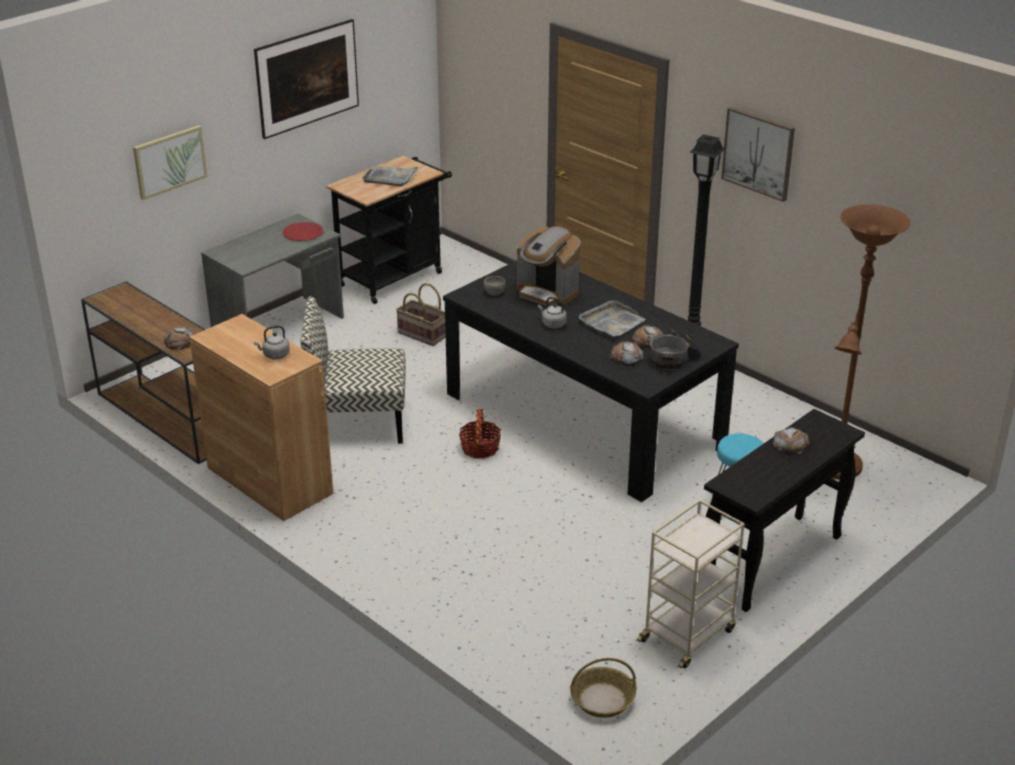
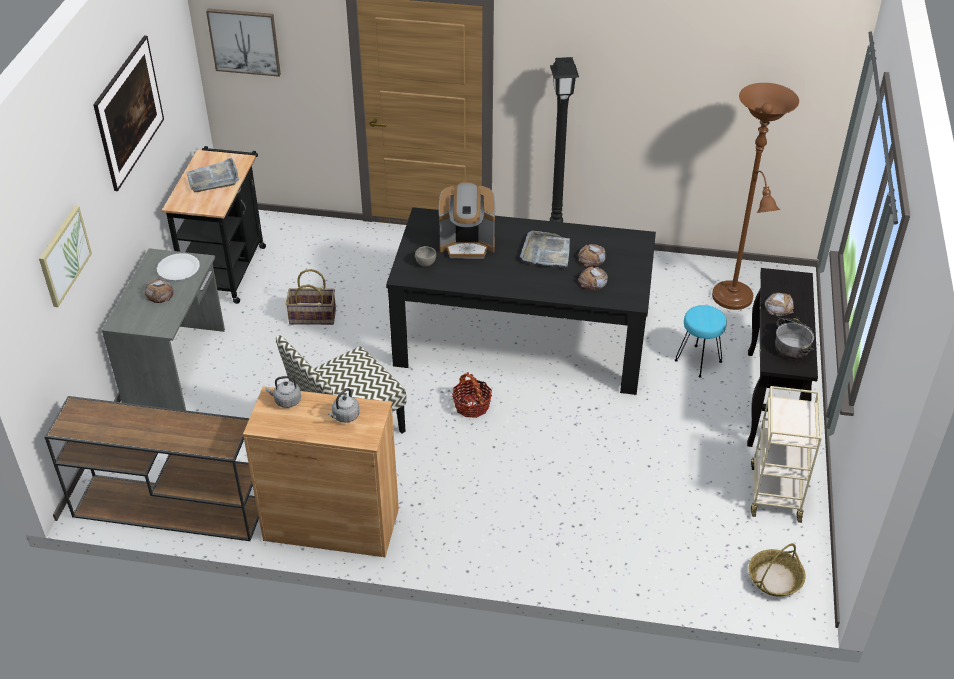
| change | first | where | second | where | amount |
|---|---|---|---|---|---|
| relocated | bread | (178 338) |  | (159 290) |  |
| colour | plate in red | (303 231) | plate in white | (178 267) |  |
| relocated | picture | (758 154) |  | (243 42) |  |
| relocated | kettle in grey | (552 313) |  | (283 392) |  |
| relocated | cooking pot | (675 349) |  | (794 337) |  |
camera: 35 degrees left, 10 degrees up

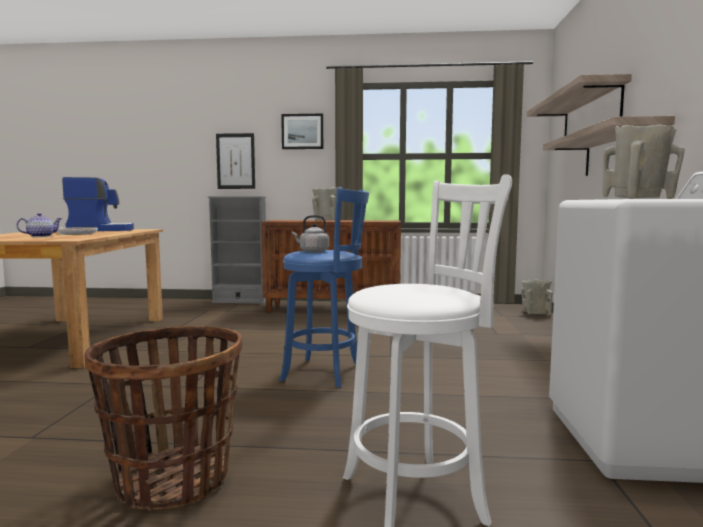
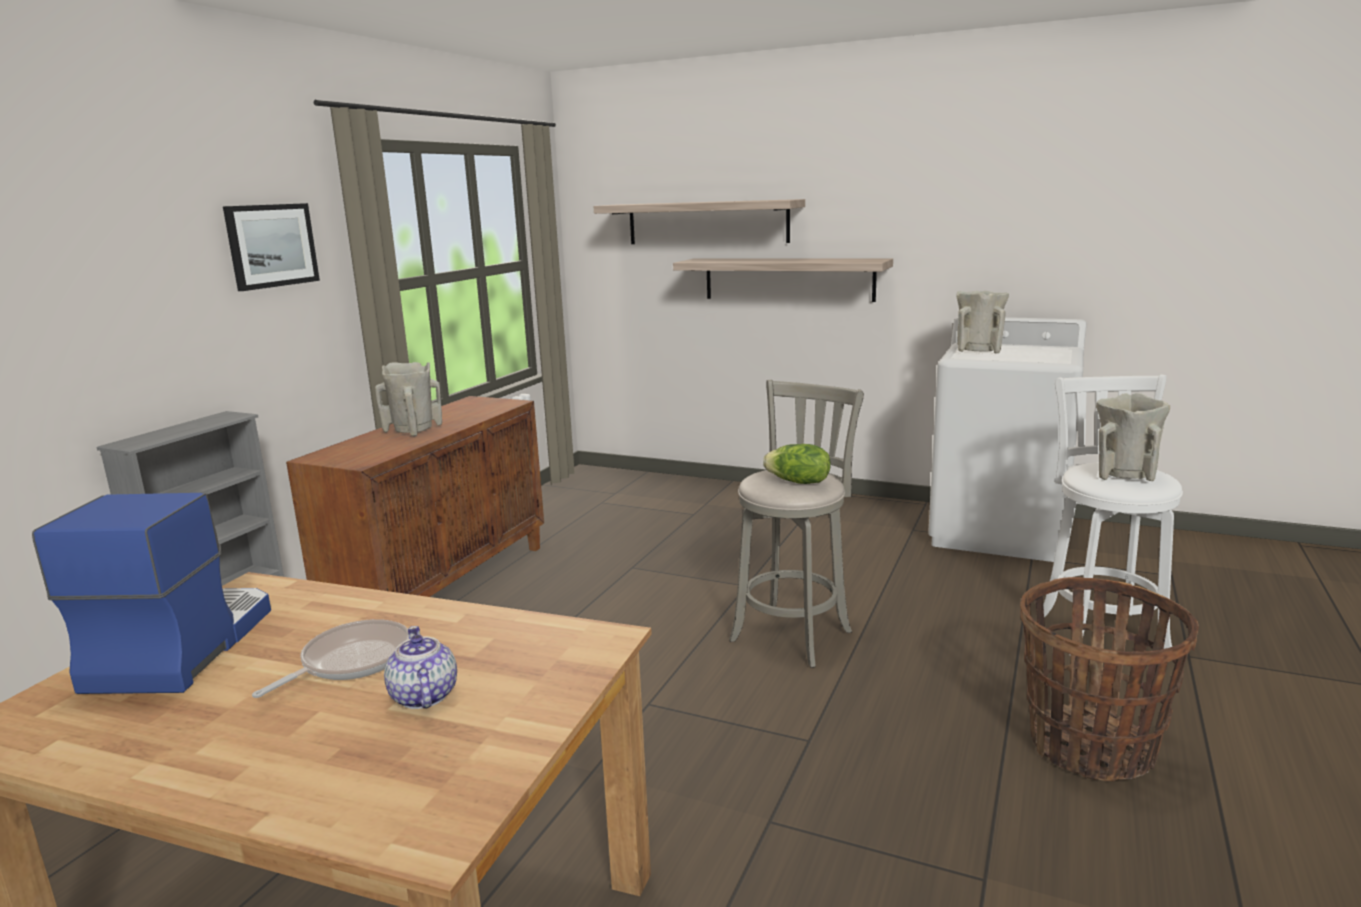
| change | first | where | second | where | amount |
|---|---|---|---|---|---|
| colour | stool in blue | (324 287) | stool in grey | (796 524) |  |
| exchanged | kettle in grey | (310 234) | lettuce | (797 464) |  |
| relocated | vase in beige | (537 297) |  | (1133 437) |  |
| missing | picture | (235 161) |  |  |  |
camera: 70 degrees left, 10 degrees up

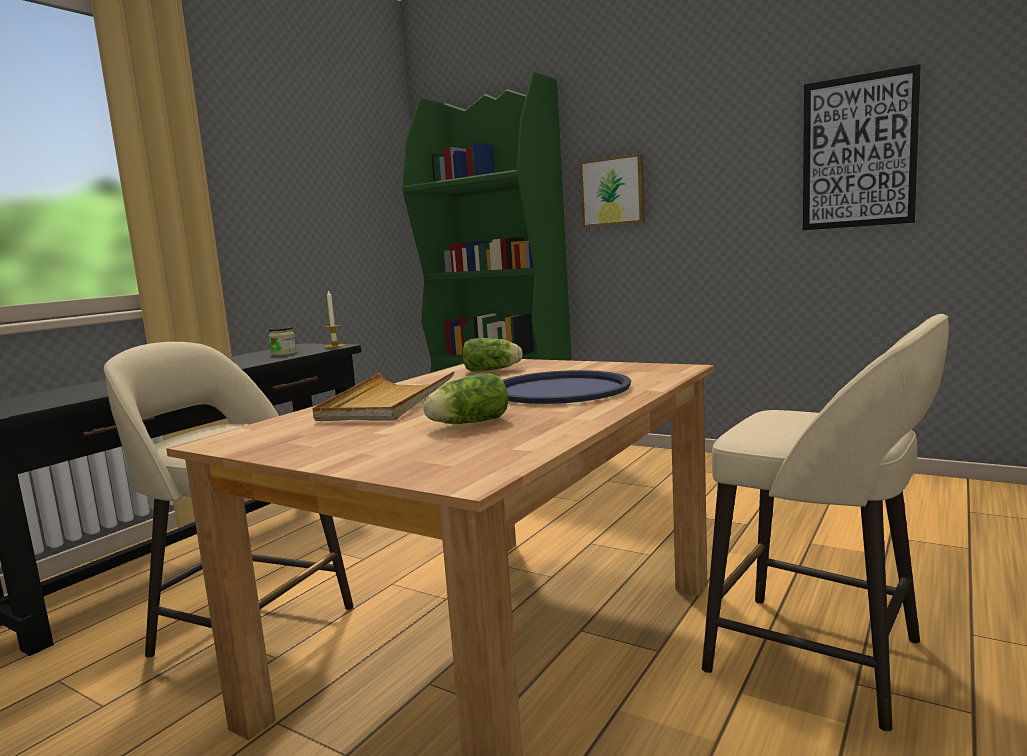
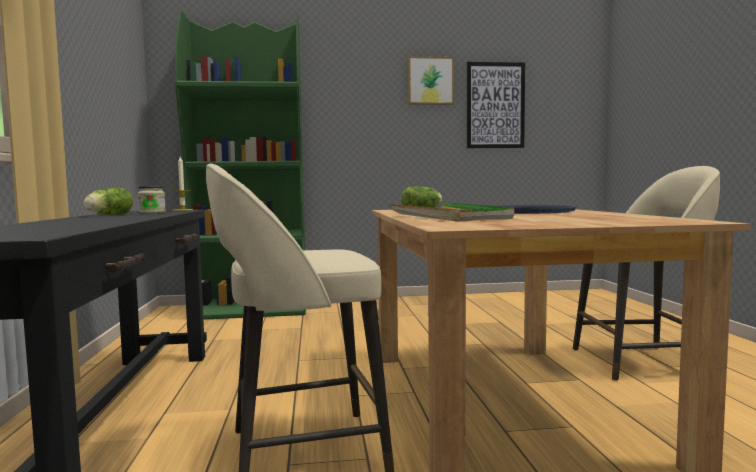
| change | first | where | second | where | amount |
|---|---|---|---|---|---|
| relocated | lettuce | (465 398) |  | (108 201) |  |
| colour | tray in beige | (383 396) | tray in green | (451 211) |  |
| relocated | picture | (612 190) |  | (431 80) |  |
camera: 40 degrees left, 5 degrees down

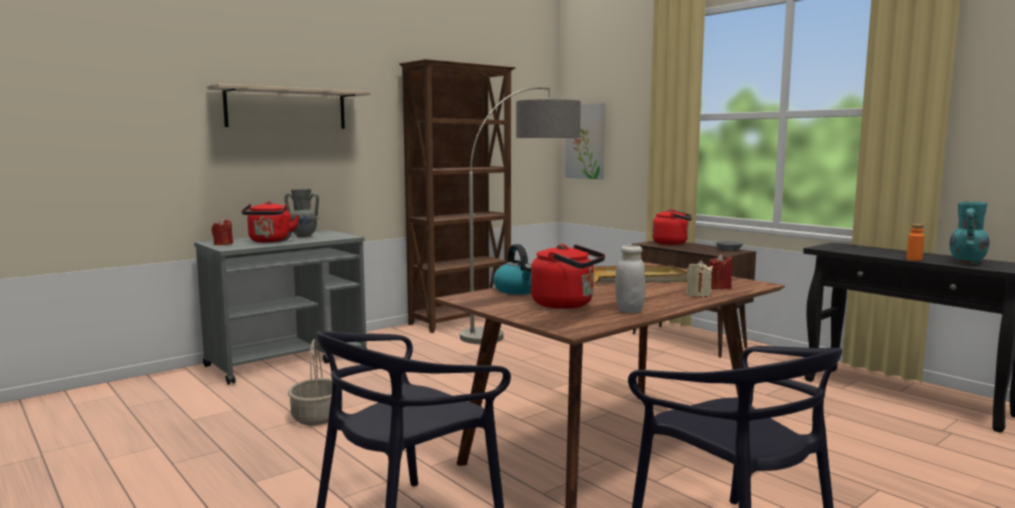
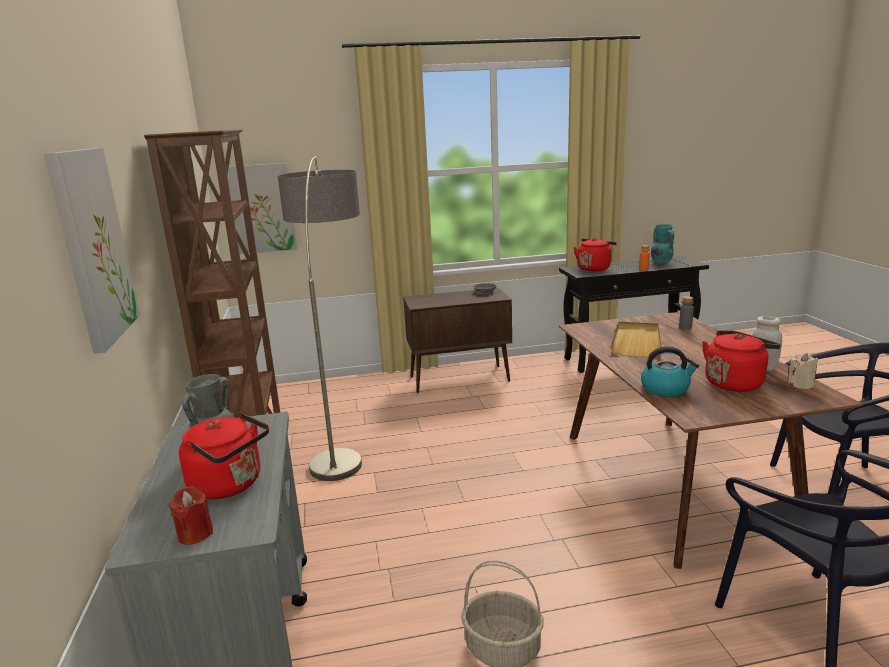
| change | first | where | second | where | amount |
|---|---|---|---|---|---|
| exchanged | shelf | (288 106) | picture | (92 251) |  |
| relocated | kettle in red | (672 227) |  | (595 255) |  |
| exchanged | candle in red | (720 271) | bottle in grey | (686 313) |  |
| relocated | candle in beige | (699 278) |  | (803 371) |  |
camera: 60 degrees left, 10 degrees up

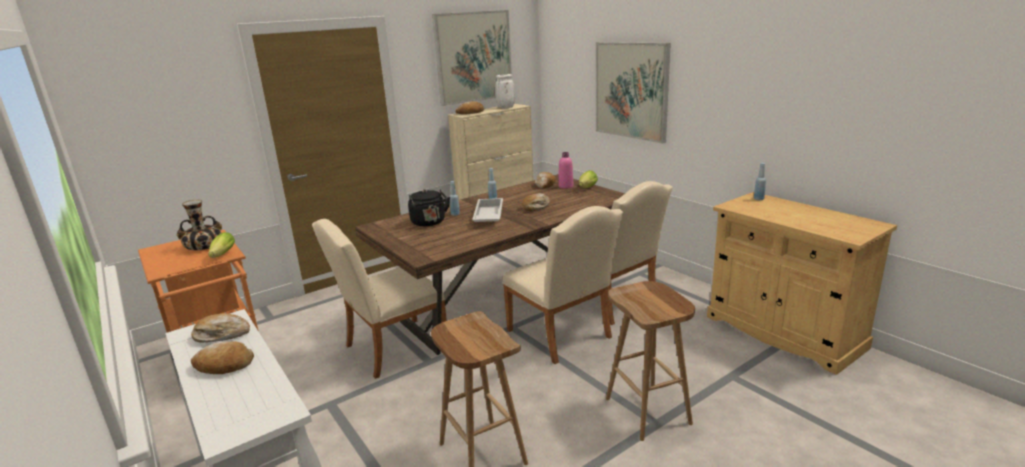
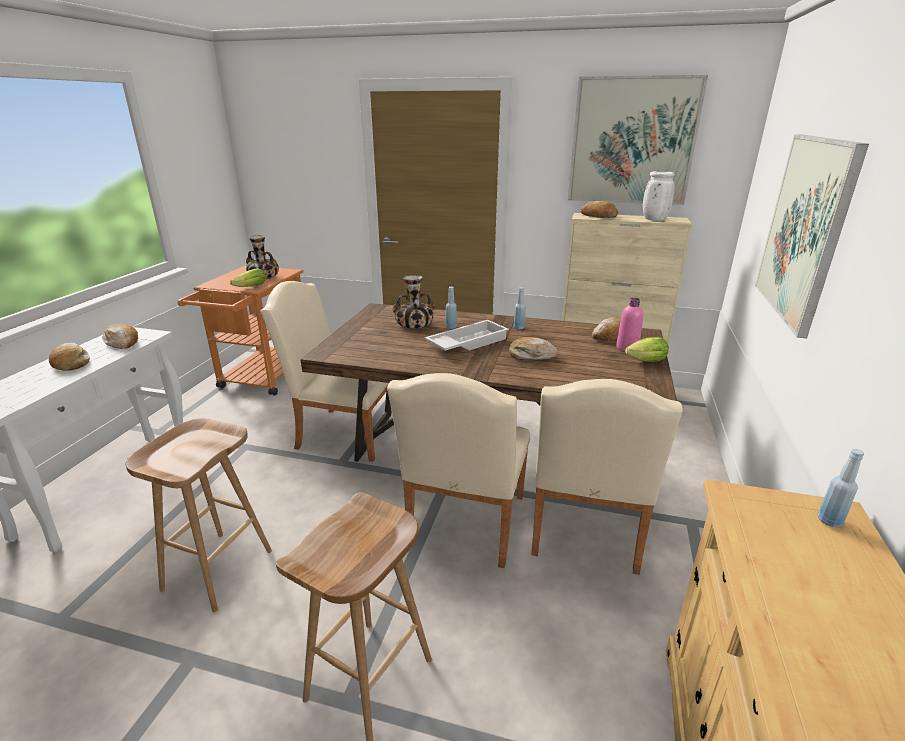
| change | first | where | second | where | amount |
|---|---|---|---|---|---|
| exchanged | kettle in black | (429 207) | vase | (413 302) |  |
camera: 50 degrees right, 5 degrees up

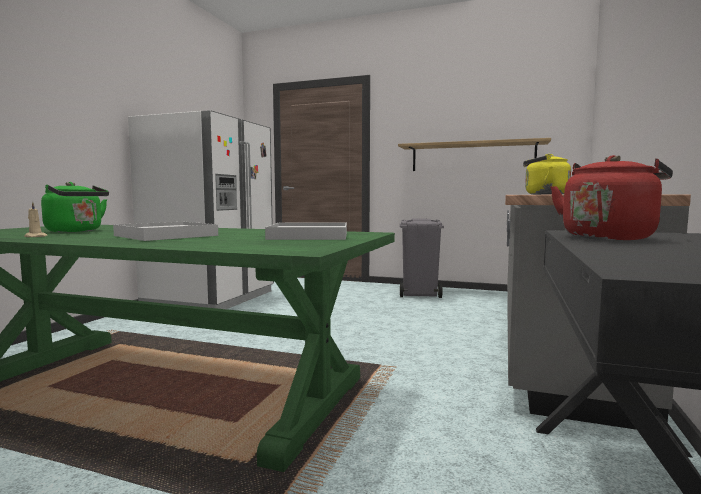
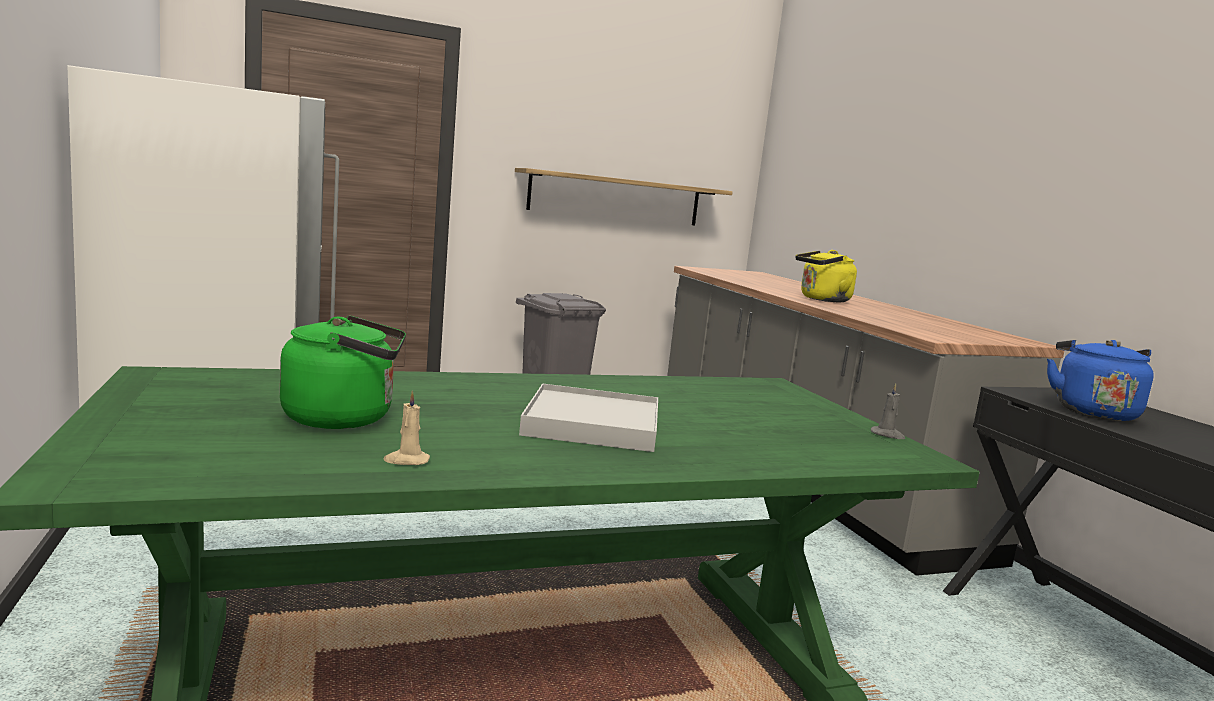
| change | first | where | second | where | amount |
|---|---|---|---|---|---|
| appeared |  |  | candle in grey | (888 411) |  |
| colour | kettle in red | (611 197) | kettle in blue | (1100 380) |  |
| missing | tray in white | (306 231) |  |  |  |
camera: 40 degrees left, 5 degrees up

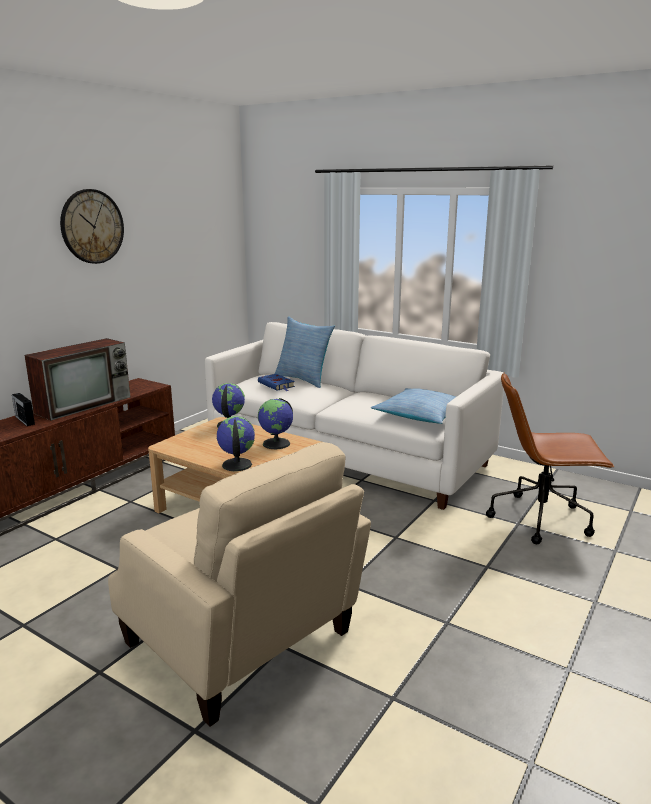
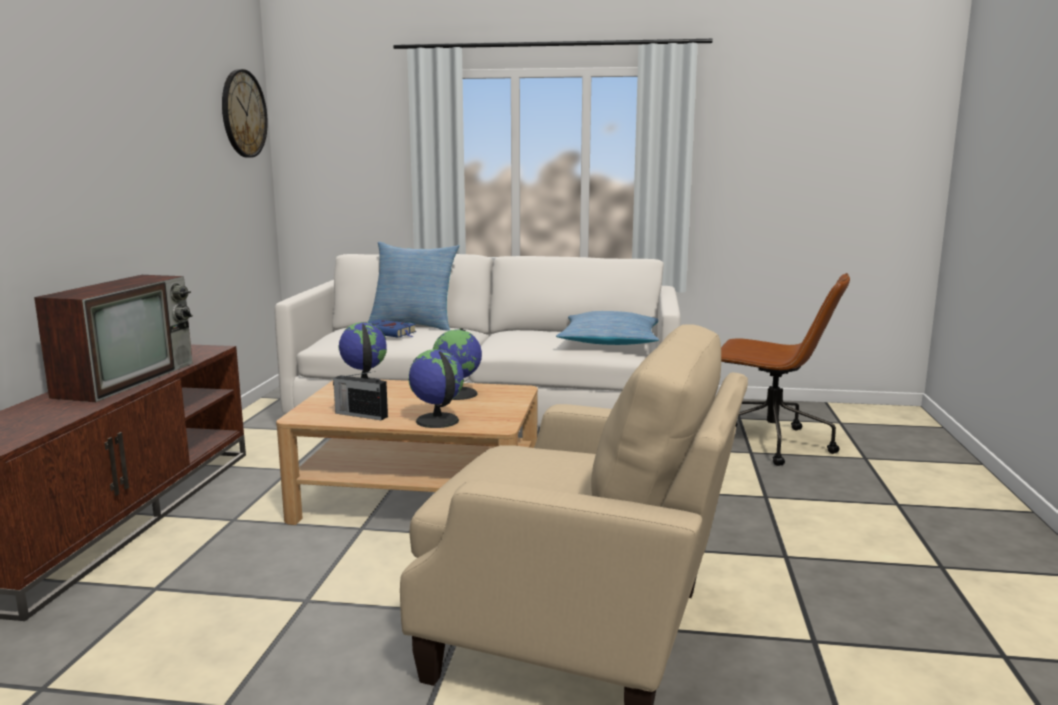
| change | first | where | second | where | amount |
|---|---|---|---|---|---|
| relocated | wall clock | (92 226) |  | (245 113) |  |
| relocated | radio | (23 409) |  | (360 395) |  |
| spun | office chair in brown | (550 458) |  | (785 369) | 135 degrees counterclockwise |
camera: 25 degrees left, 5 degrees down

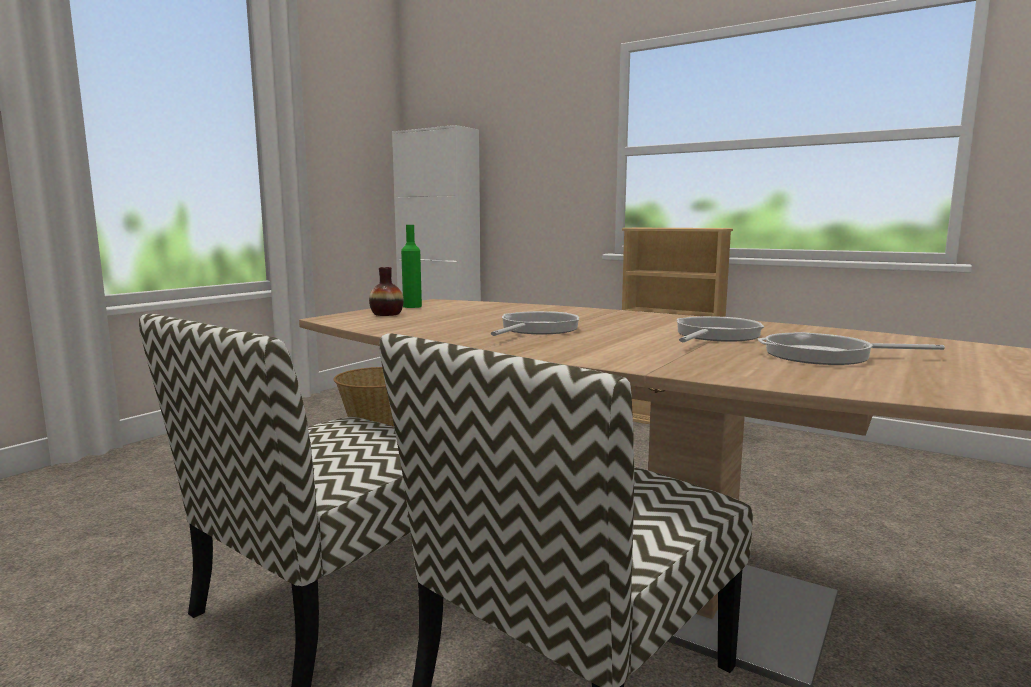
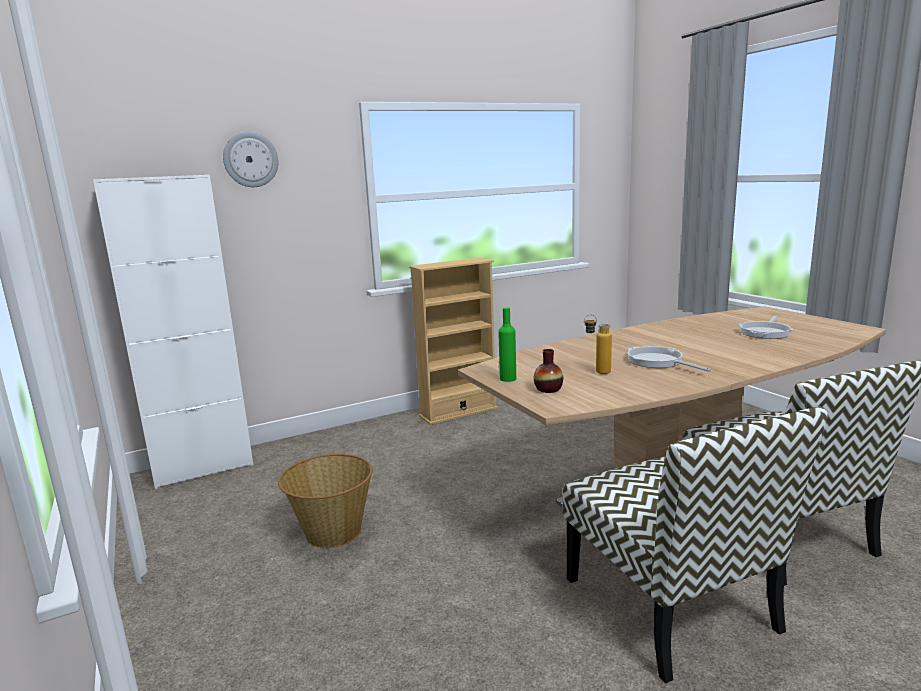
| change | first | where | second | where | amount |
|---|---|---|---|---|---|
| appeared |  |  | wall clock | (250 159) |  |
| appeared |  |  | bottle | (598 344) |  |
| missing | frying pan | (720 329) |  |  |  |
camera: 60 degrees left, 5 degrees up

